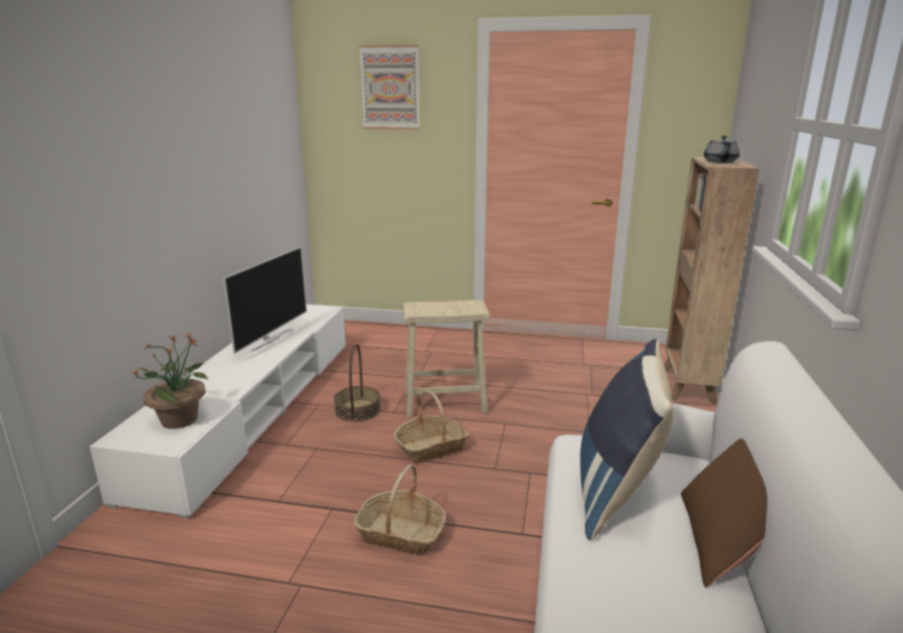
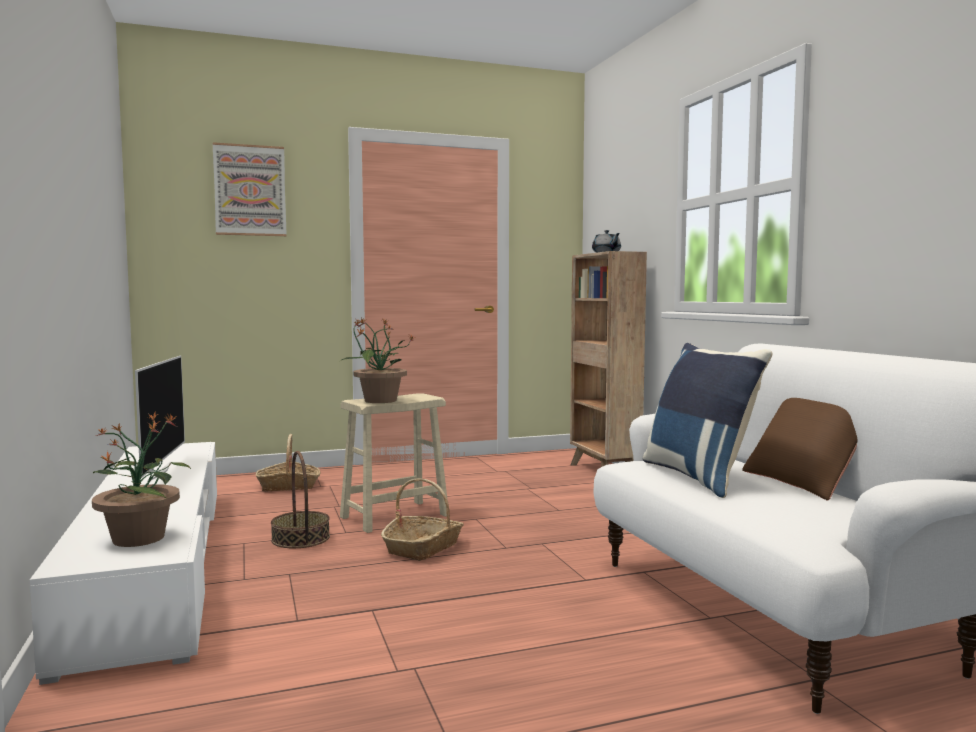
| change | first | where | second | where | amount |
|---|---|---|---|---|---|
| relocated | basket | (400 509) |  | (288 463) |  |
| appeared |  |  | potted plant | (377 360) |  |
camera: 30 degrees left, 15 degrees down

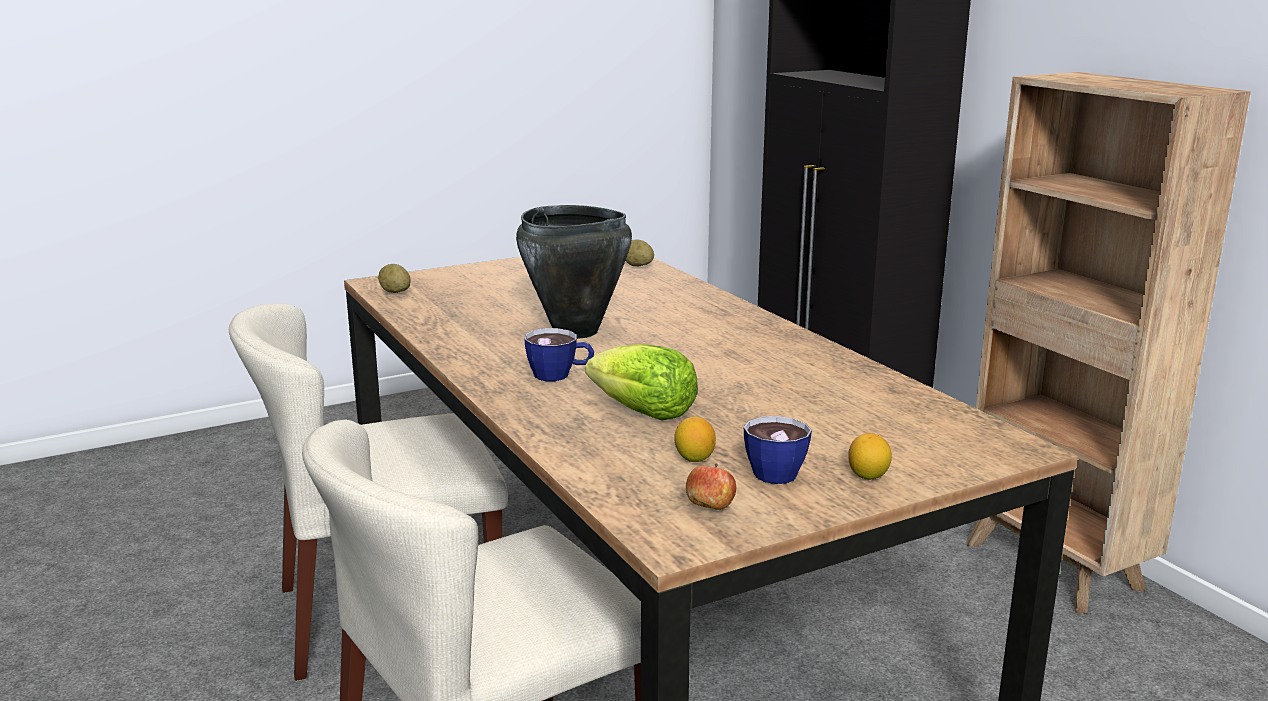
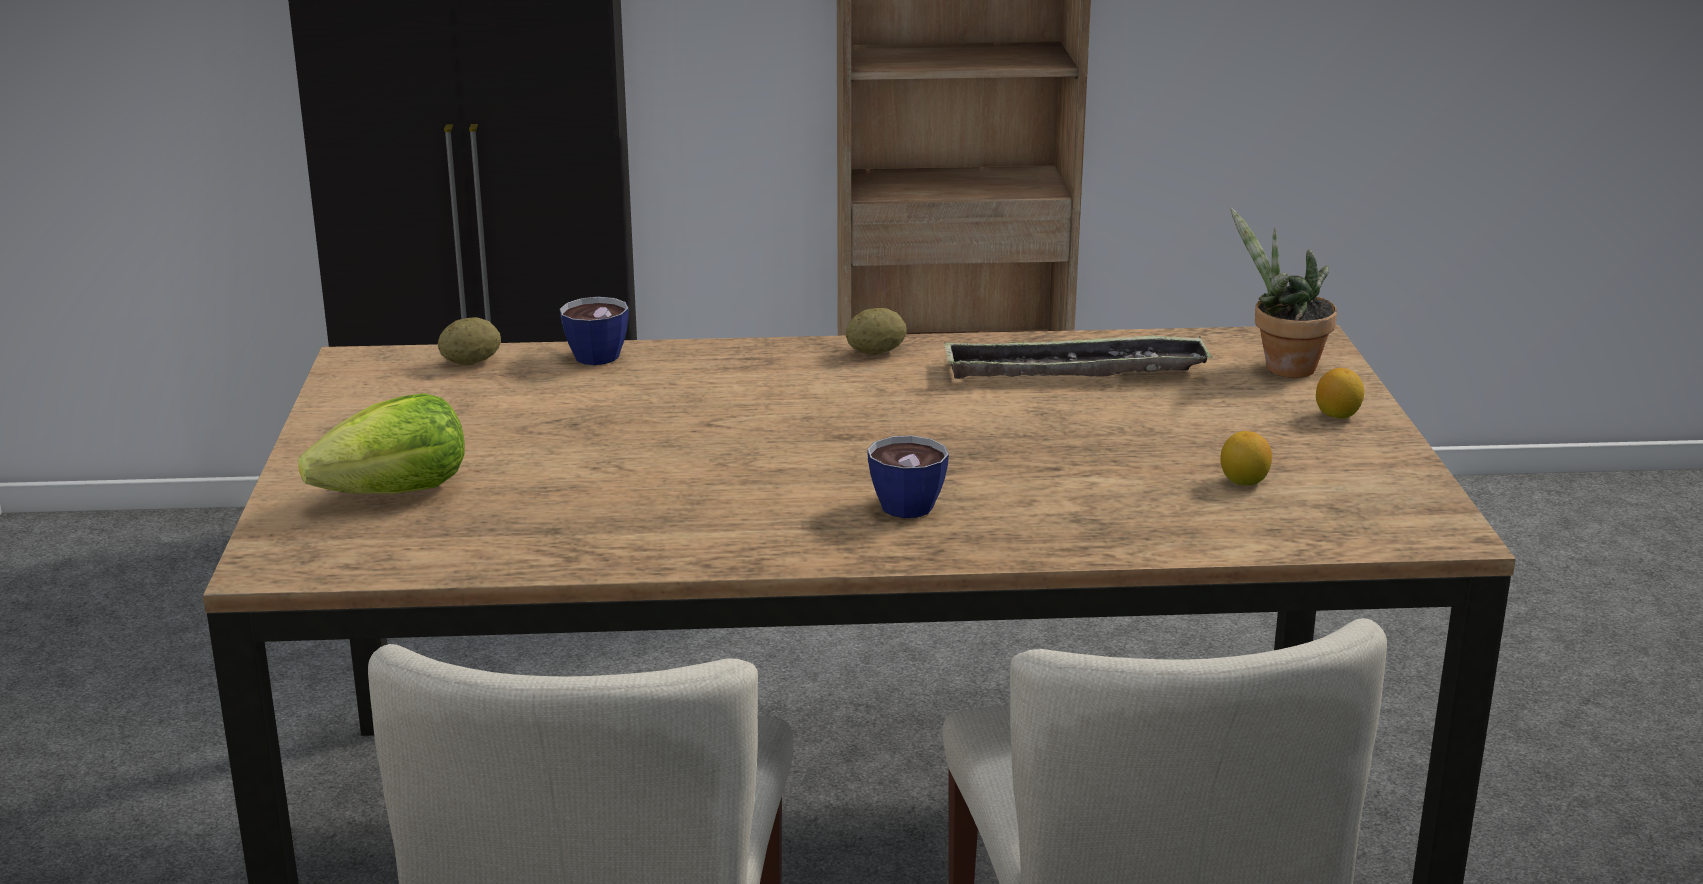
| change | first | where | second | where | amount |
|---|---|---|---|---|---|
| relocated | lettuce | (641 382) |  | (381 443) |  |
| relocated | cup | (778 450) |  | (594 331) |  |
| relocated | potato | (394 278) |  | (876 331) |  |
| appeared |  |  | tray | (1078 357) |  |
| appeared |  |  | potted plant | (1284 293) |  |
| missing | cooking pot in black | (574 272) |  |  |  |
| missing | apple | (711 486) |  |  |  |
camera: 65 degrees left, 5 degrees up

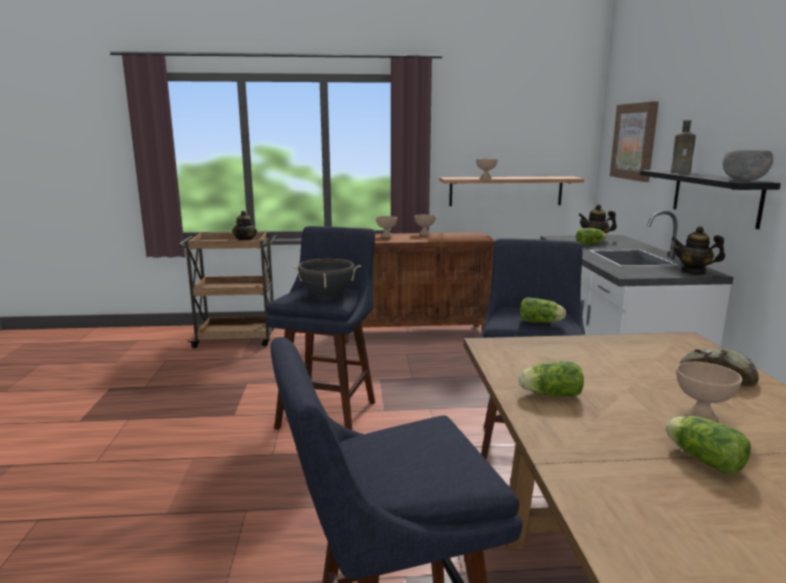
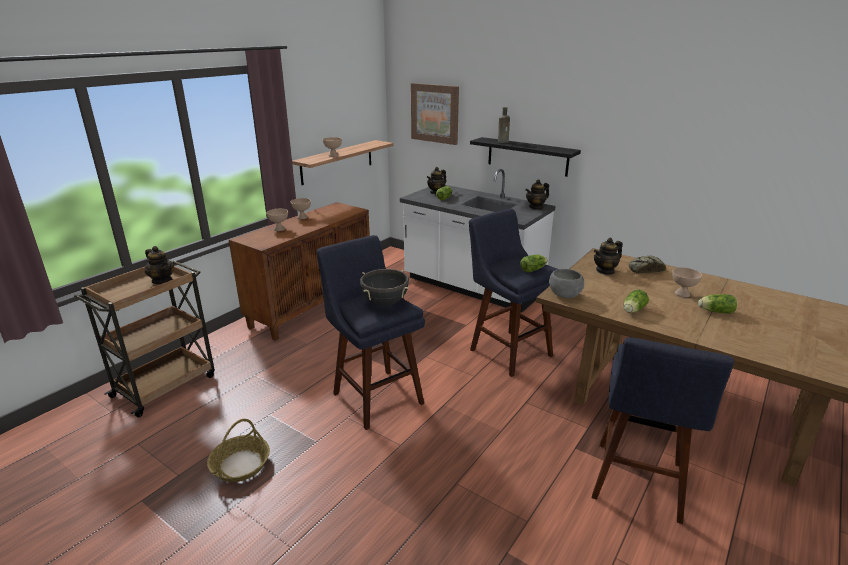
| change | first | where | second | where | amount |
|---|---|---|---|---|---|
| appeared |  |  | basket | (238 450) |  |
| relocated | bowl in grey | (748 165) |  | (566 283) |  |
| appeared |  |  | teapot | (608 256) |  |
camera: 50 degrees left, 10 degrees up

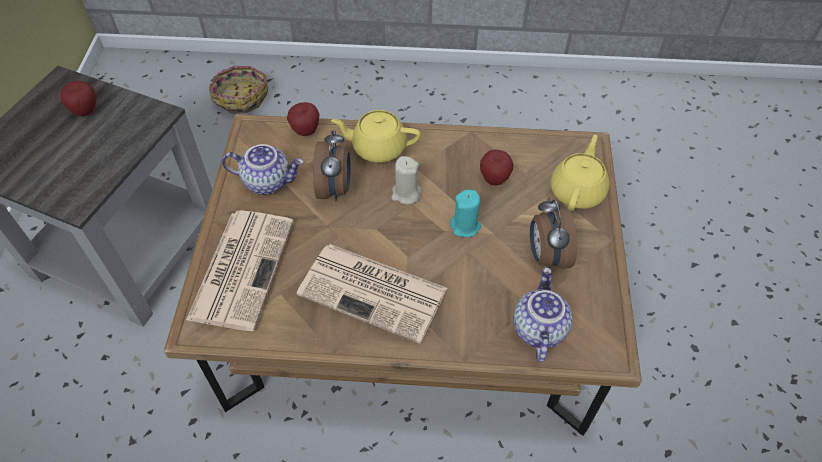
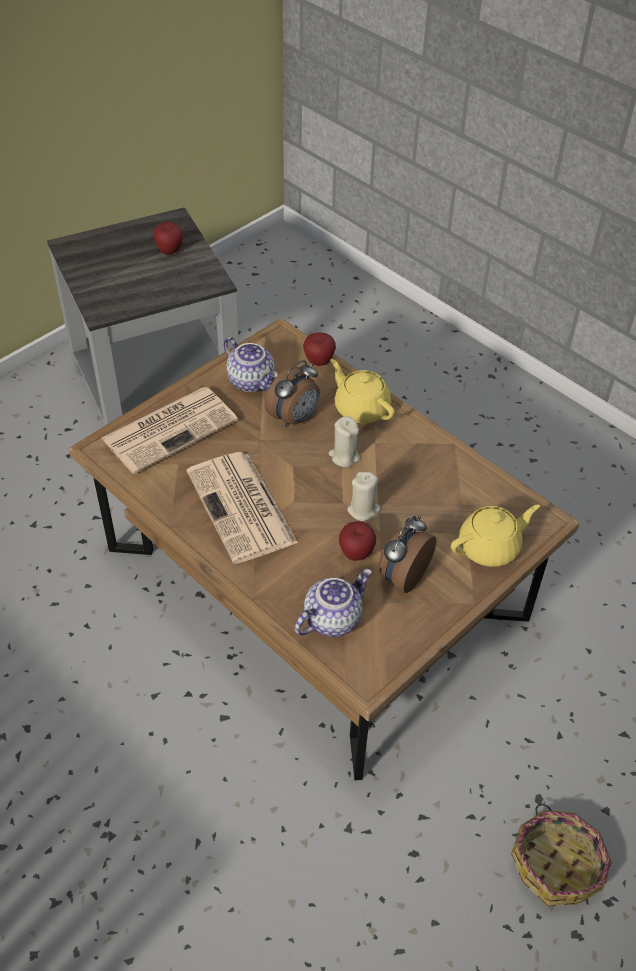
| change | first | where | second | where | amount |
|---|---|---|---|---|---|
| relocated | apple | (496 168) |  | (357 541) |  |
| colour | candle in turquoise | (465 213) | candle in beige | (364 496) |  |
| relocated | basket | (238 89) |  | (561 855) |  |
camera: 40 degrees right, 5 degrees down

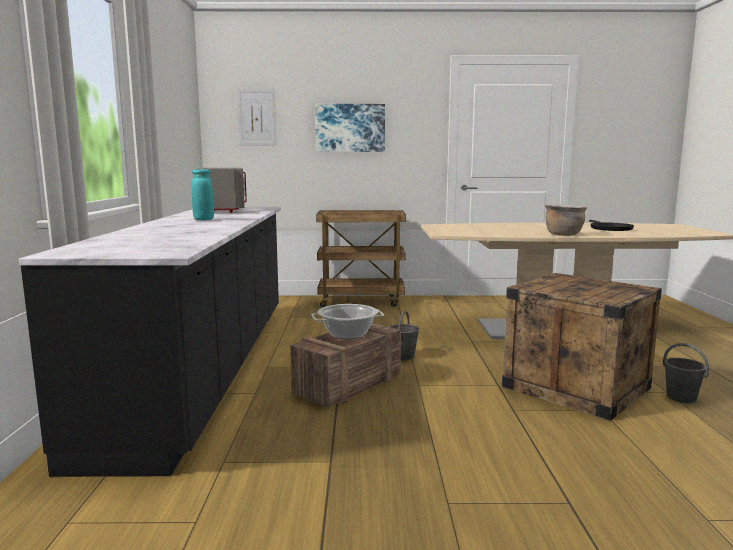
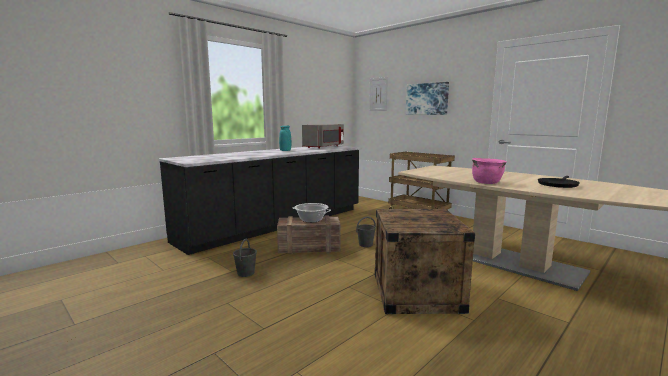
| change | first | where | second | where | amount |
|---|---|---|---|---|---|
| relocated | bucket in grey | (686 373) |  | (245 258) |  |
| colour | cooking pot in brown | (566 220) | cooking pot in pink | (489 171) |  |
camera: 45 degrees right, 0 degrees up

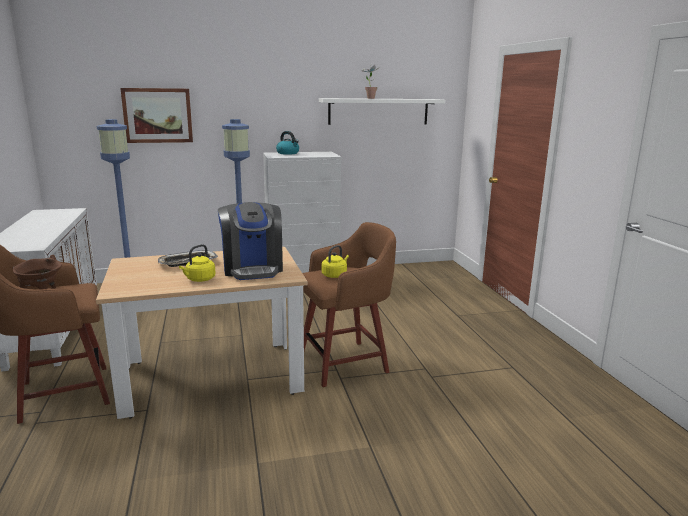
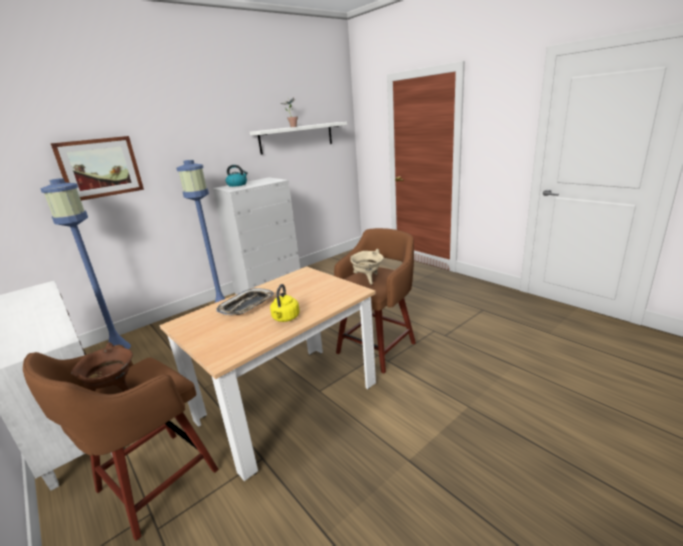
| change | first | where | second | where | amount |
|---|---|---|---|---|---|
| exchanged | kettle in yellow | (335 261) | cooking pot in beige | (367 266) |  |
| missing | coffee machine | (250 241) |  |  |  |
camera: 25 degrees left, 5 degrees up

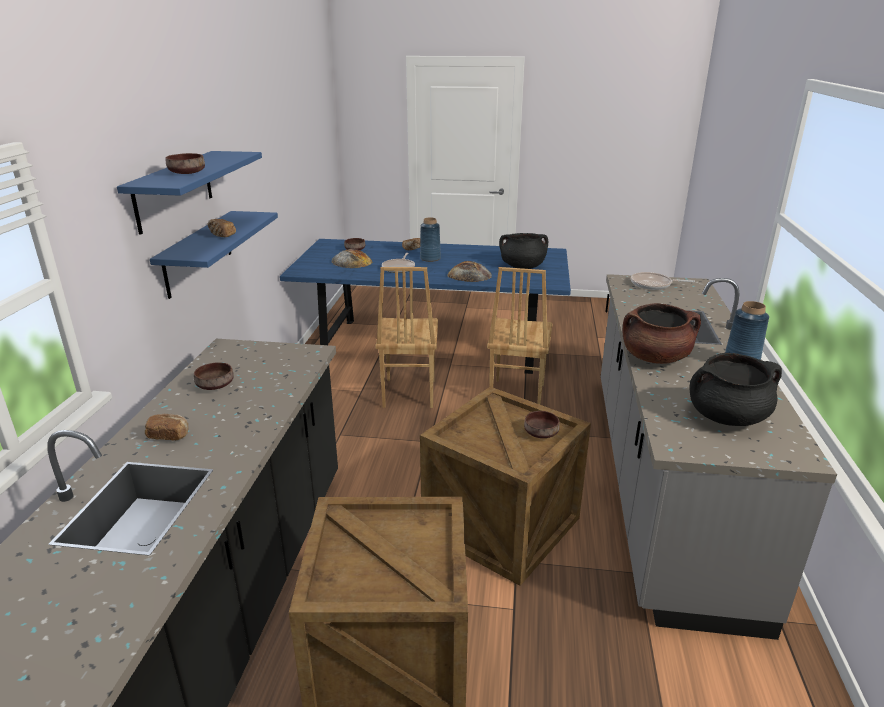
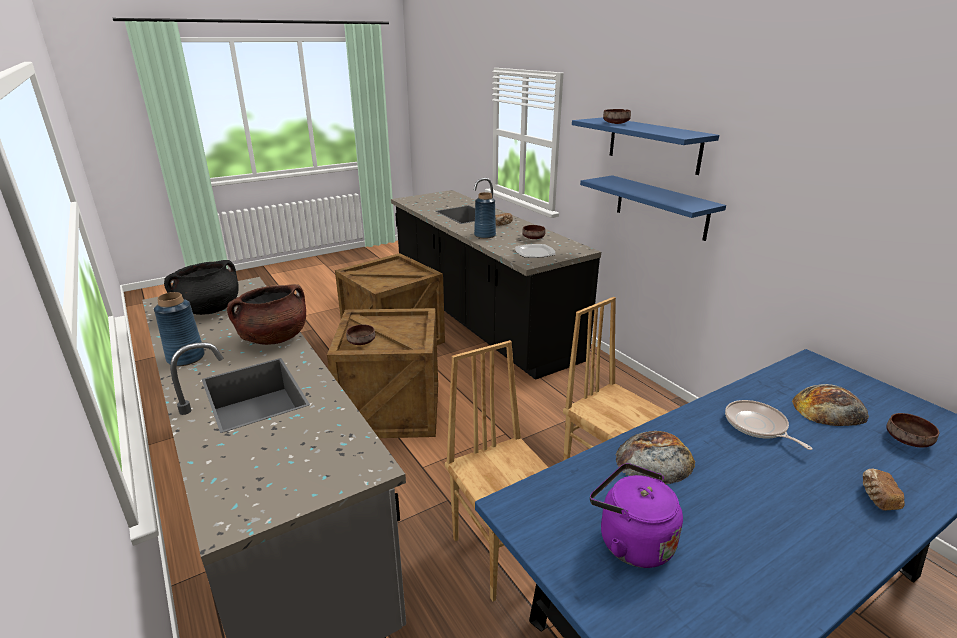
| change | first | where | second | where | amount |
|---|---|---|---|---|---|
| relocated | vase in blue | (430 239) |  | (485 215) |  |
| appeared |  |  | plate | (535 251) |  |
| exchanged | cooking pot in black | (523 251) | kettle in purple | (636 515) |  |
| missing | bread | (222 228) |  |  |  |
| missing | frying pan | (663 281) |  |  |  |
camera: 140 degrees right, 0 degrees up

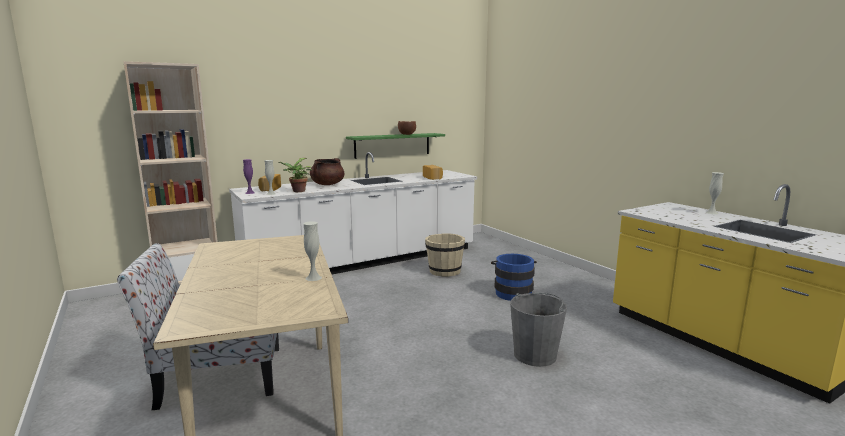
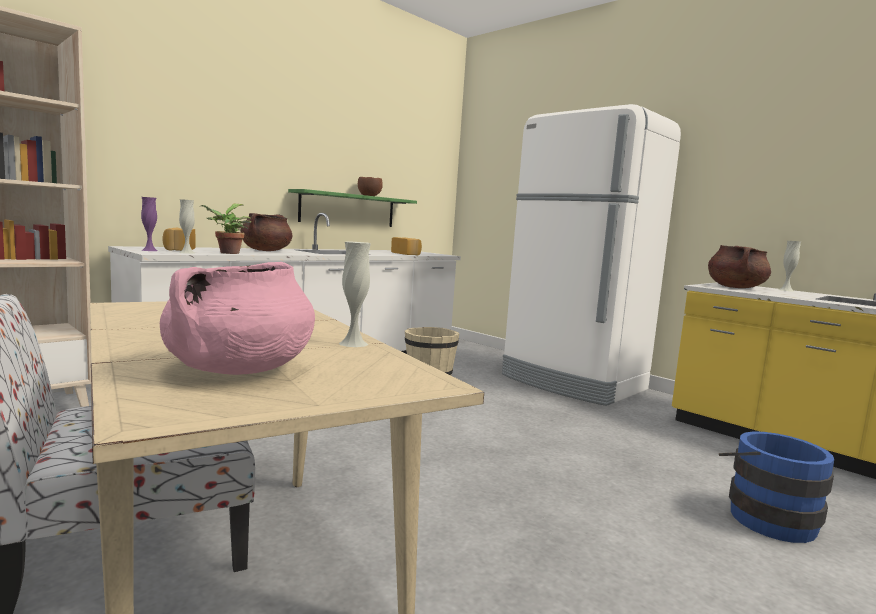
| change | first | where | second | where | amount |
|---|---|---|---|---|---|
| appeared |  |  | cooking pot in pink | (237 318) |  |
| appeared |  |  | fridge in white | (591 255) |  |
| appeared |  |  | cooking pot in brown | (739 266) |  |
| relocated | bucket in blue | (514 277) |  | (776 487) |  |
| missing | bucket in grey | (538 330) |  |  |  |
camera: 15 degrees left, 5 degrees down

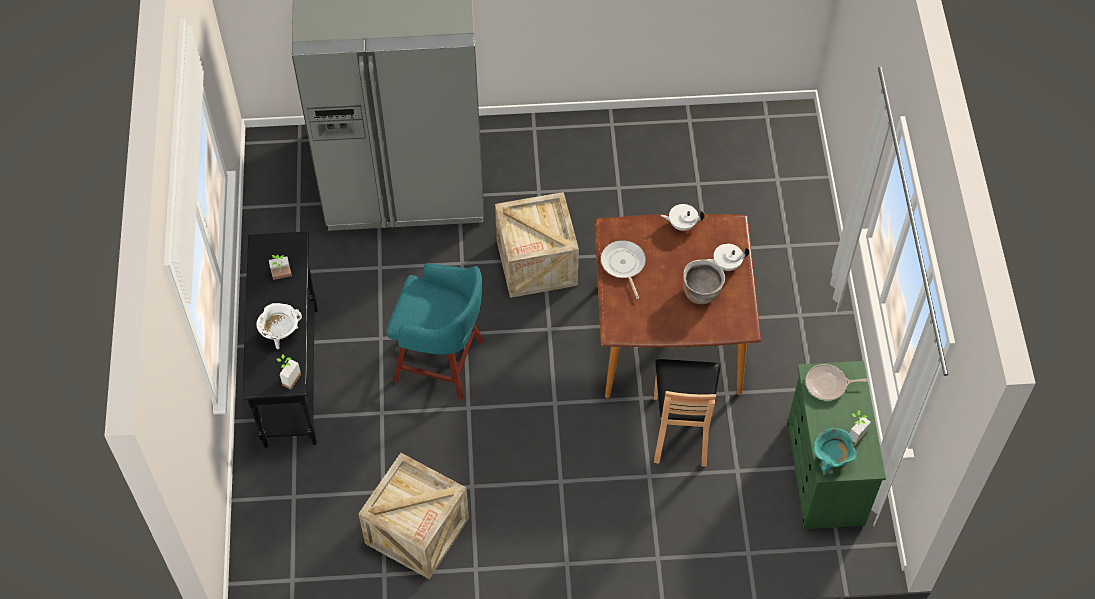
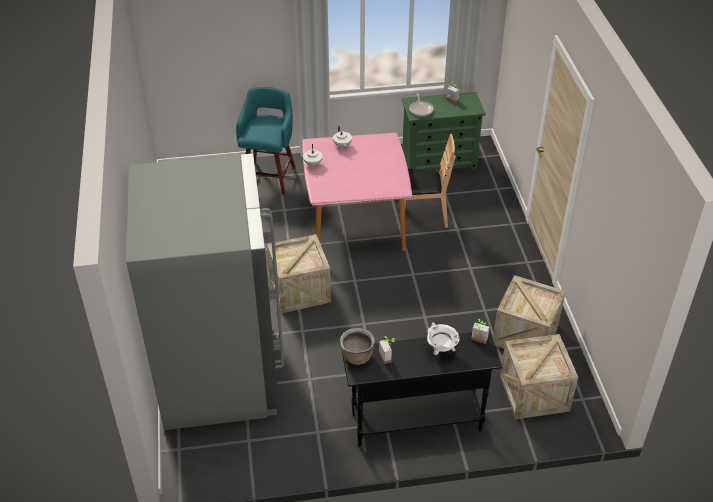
| change | first | where | second | where | amount |
|---|---|---|---|---|---|
| relocated | stool in turquoise | (435 331) |  | (266 141) |  |
| colour | dining table in brown | (677 306) | dining table in pink | (357 192) |  |
| relocated | cooking pot in brown | (704 281) |  | (357 346) |  |
| appeared |  |  | crate | (539 376) |  |
| missing | frying pan | (623 269) |  |  |  |
| missing | cooking pot in turquoise | (835 452) |  |  |  |
camera: 95 degrees left, 15 degrees down

